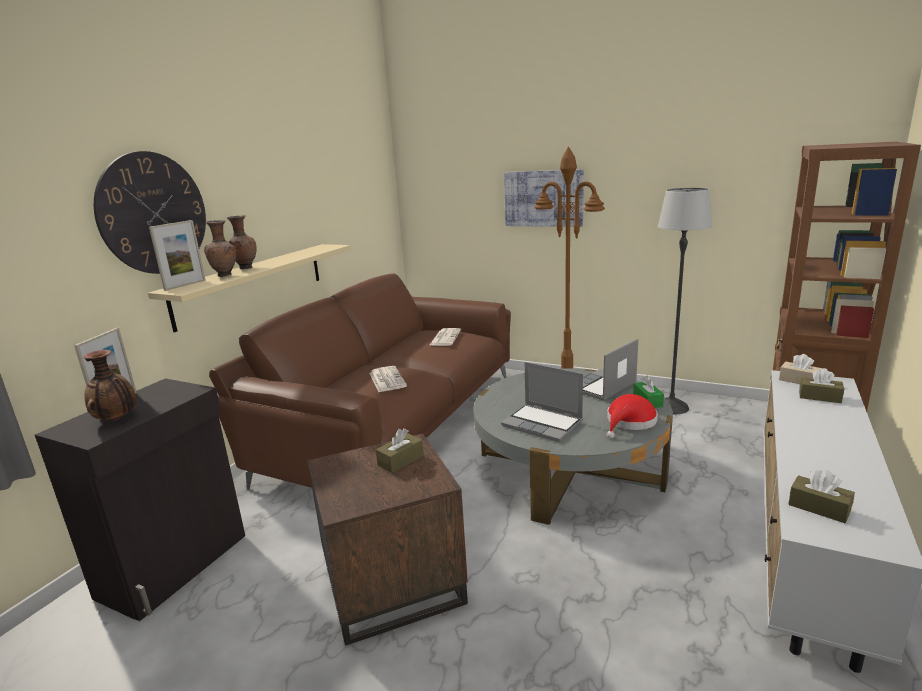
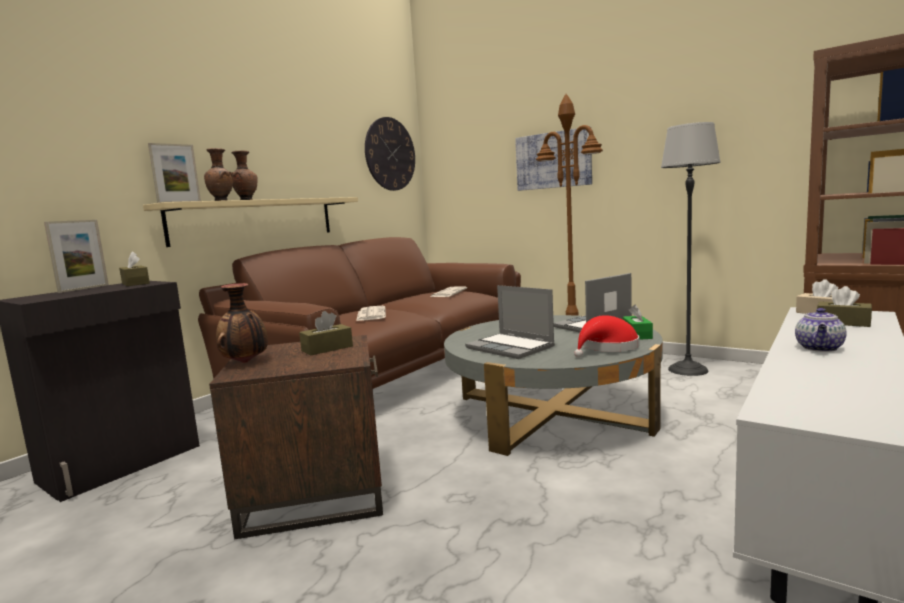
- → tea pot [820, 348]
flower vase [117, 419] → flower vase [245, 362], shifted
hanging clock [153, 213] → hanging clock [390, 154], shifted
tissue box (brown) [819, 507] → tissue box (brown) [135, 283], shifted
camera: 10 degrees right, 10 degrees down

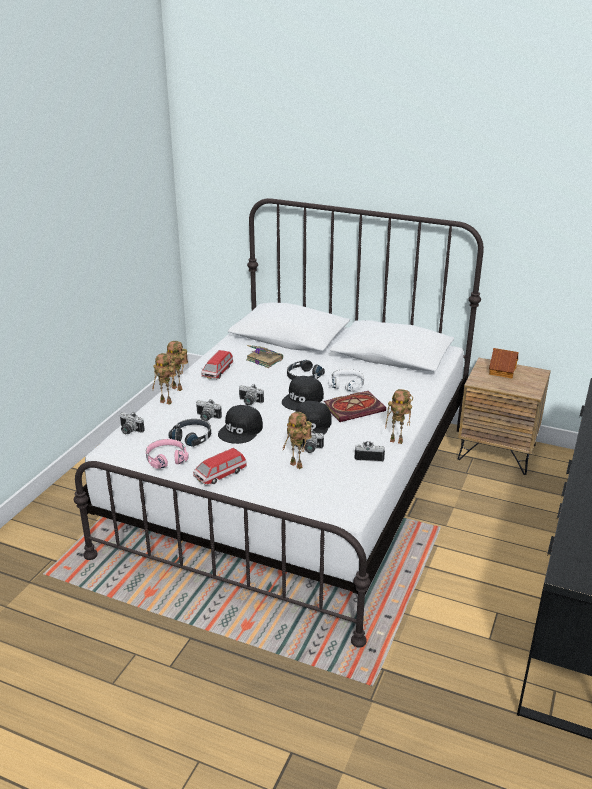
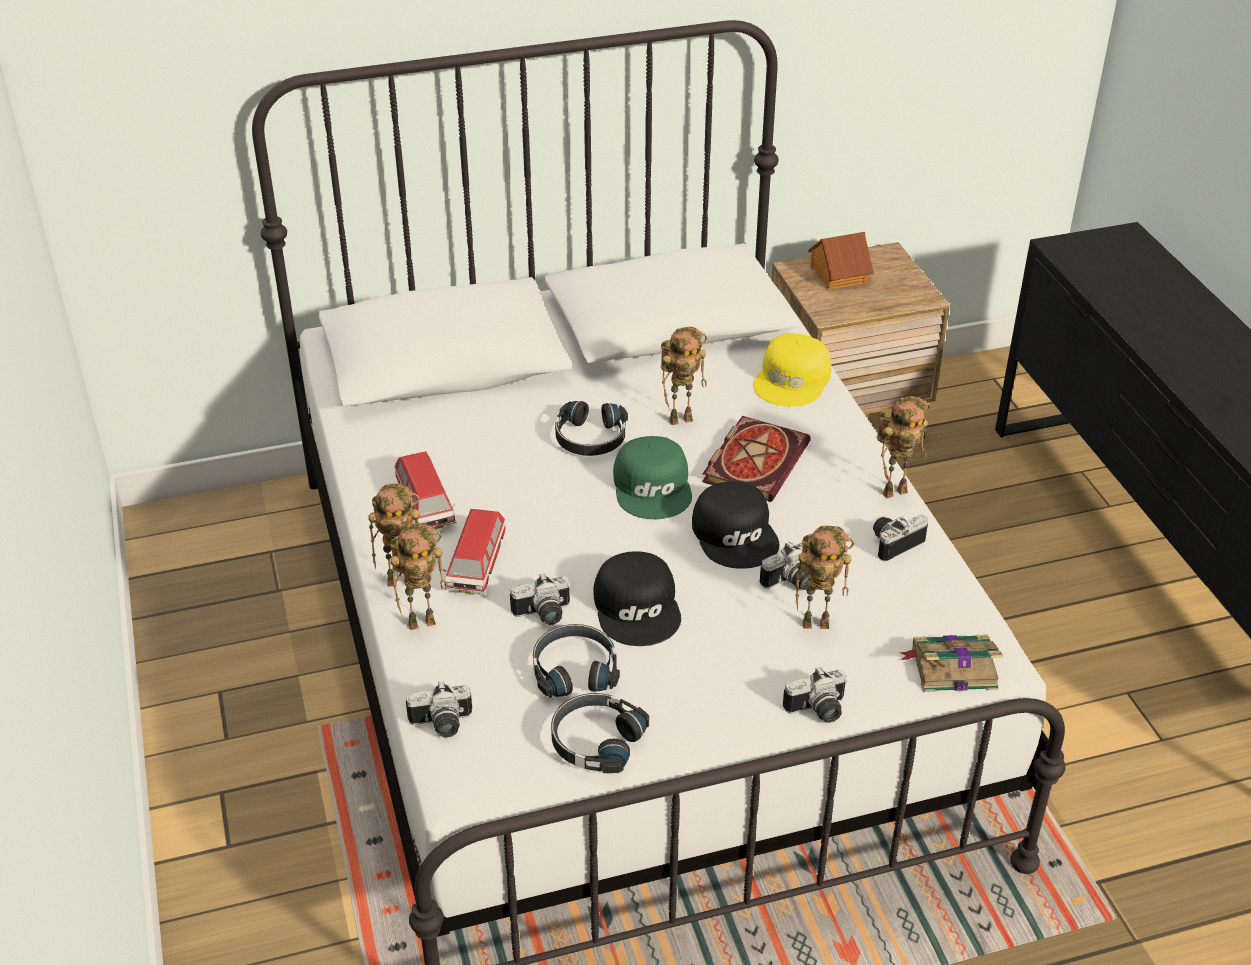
- → baseball cap (yellow-coloured) [793, 380]
model car [220, 474] → model car [476, 565], shifted
photo camera [249, 402] → photo camera [818, 711], shifted
bound book [264, 359] → bound book [951, 667], shifted
headset (white) [347, 384] → robot figure [681, 419]
headset (pink-coloured) [166, 458] → headset (black) [595, 741]
baseball cap (black) [303, 399] → baseball cap (green-coloured) [653, 487]
camera: 40 degrees left, 10 degrees up

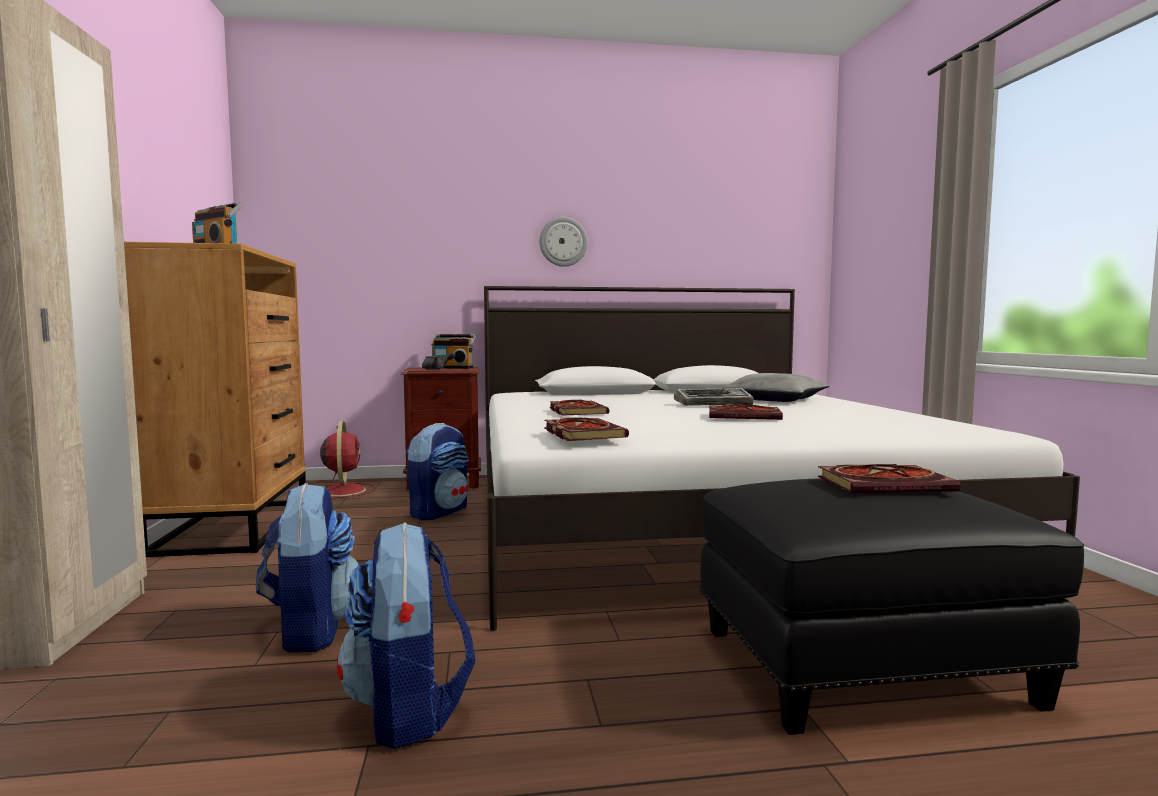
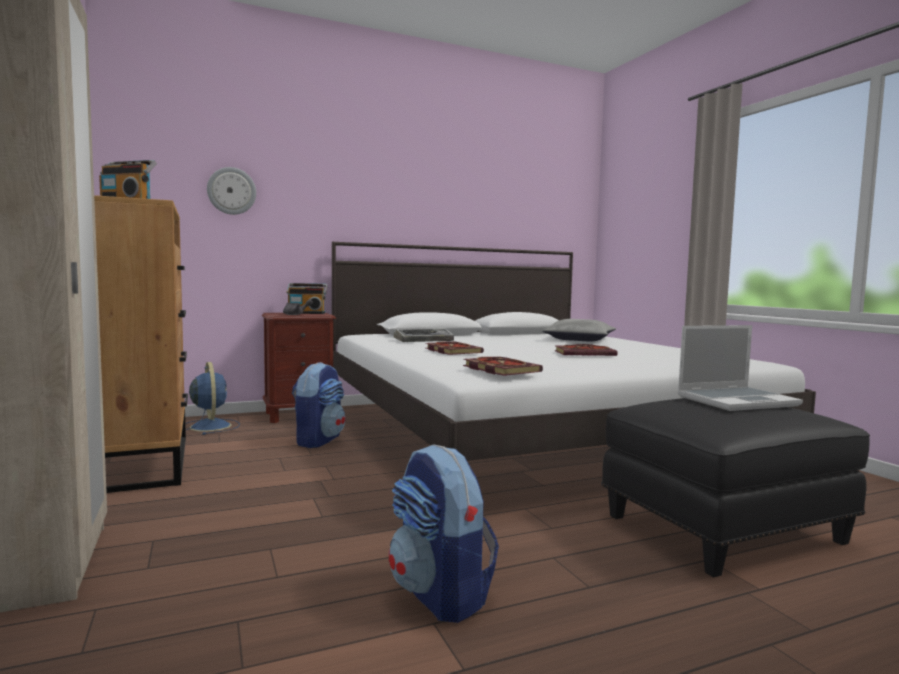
knapsack [311, 630] → -
hanging clock [563, 242] → hanging clock [231, 191], shifted
PC keyboard [713, 404] → PC keyboard [424, 340], shifted
bound book [886, 484] → notebook computer [737, 401]
cooling fan (reddish) [344, 491] → cooling fan (bluish) [210, 426]
camera: 15 degrees left, 0 degrees up

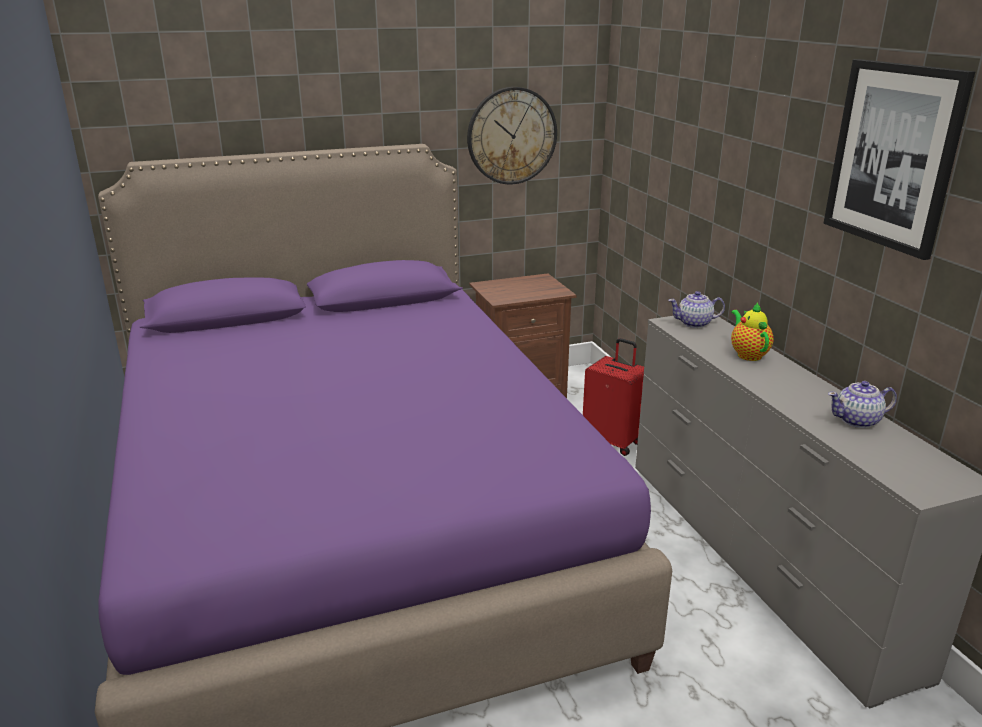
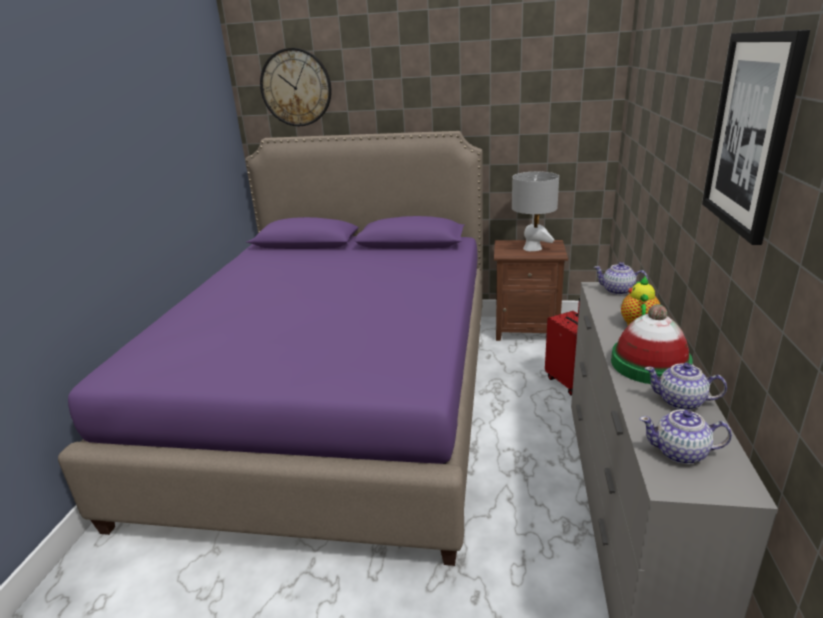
- → table lamp (greyish) [532, 248]
- → hat [649, 364]
- → tea pot [681, 453]
hanging clock [511, 136] → hanging clock [296, 87], shifted
camera: 30 degrees right, 0 degrees up

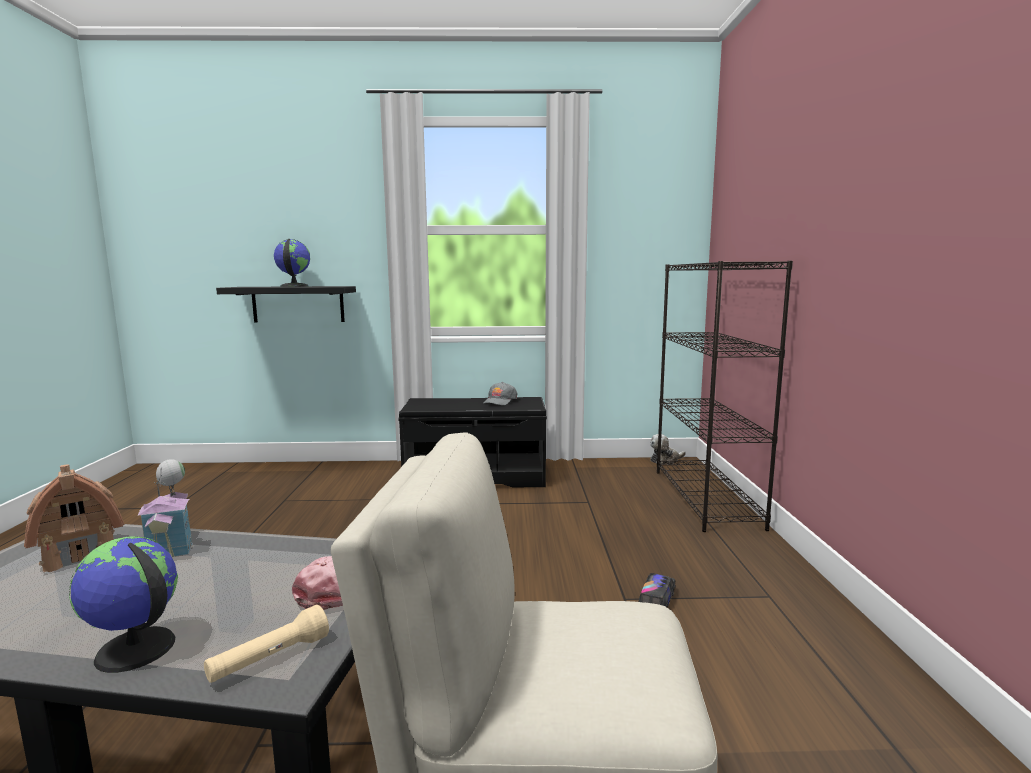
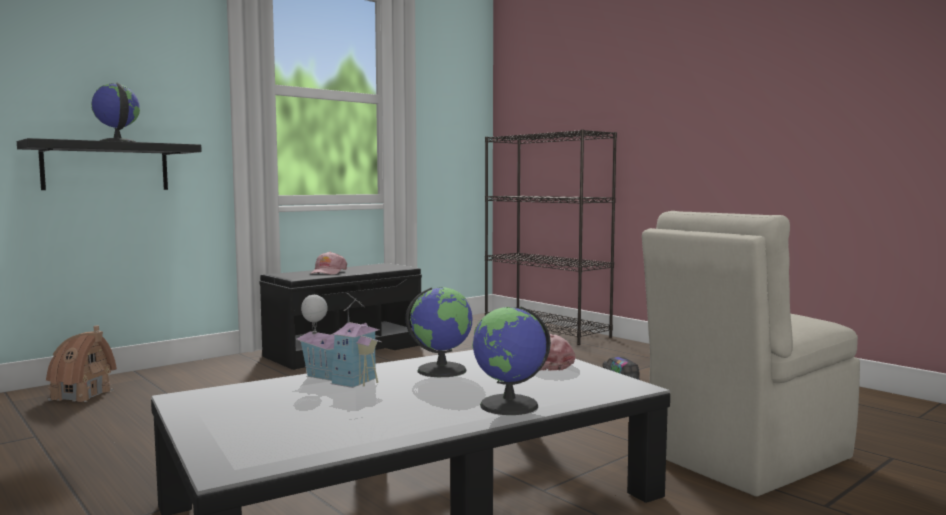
hand torch (beige-coloured) [269, 659] → -
baseball cap (greyish) [499, 401] → -
plush toy [665, 460] → -
- → baseball cap (pink-coloured) [328, 272]
- → desk globe [441, 370]
miniature house [80, 554] → miniature house [81, 395], shifted
camera: 40 degrees left, 5 degrees down

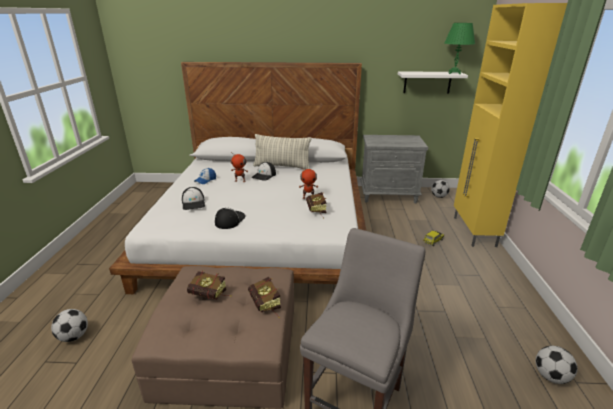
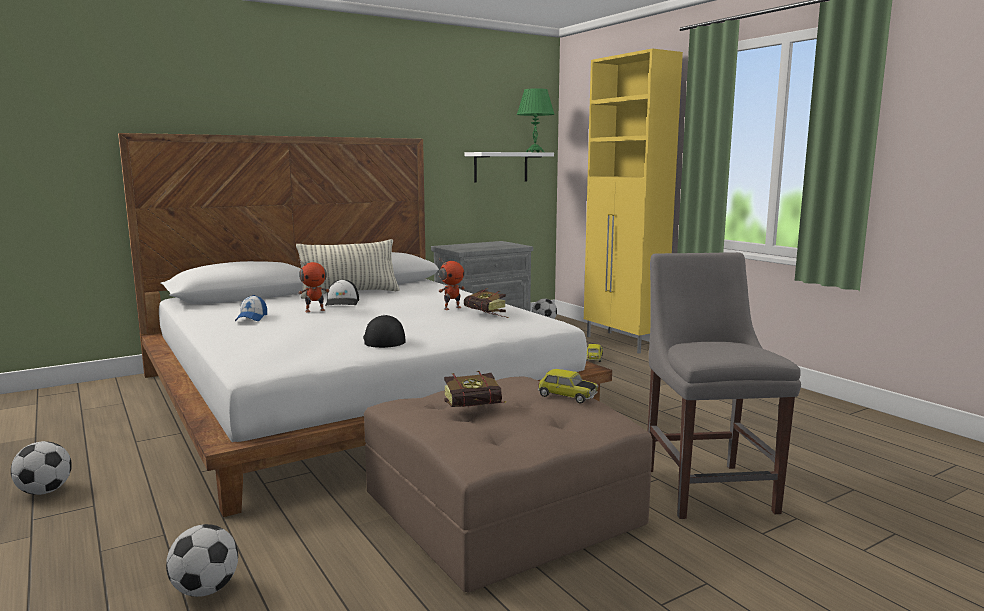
baseball cap [194, 203] → -
football [551, 376] → football [45, 491], shifted
bound book [266, 306] → model car [566, 396]
camera: 35 degrees left, 15 degrees down

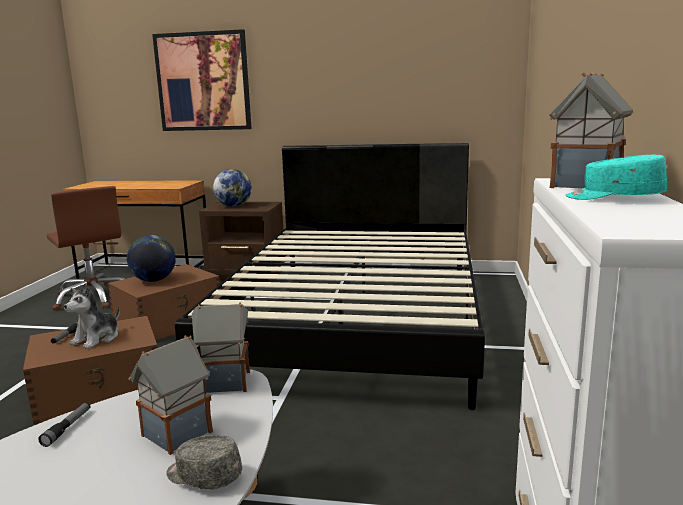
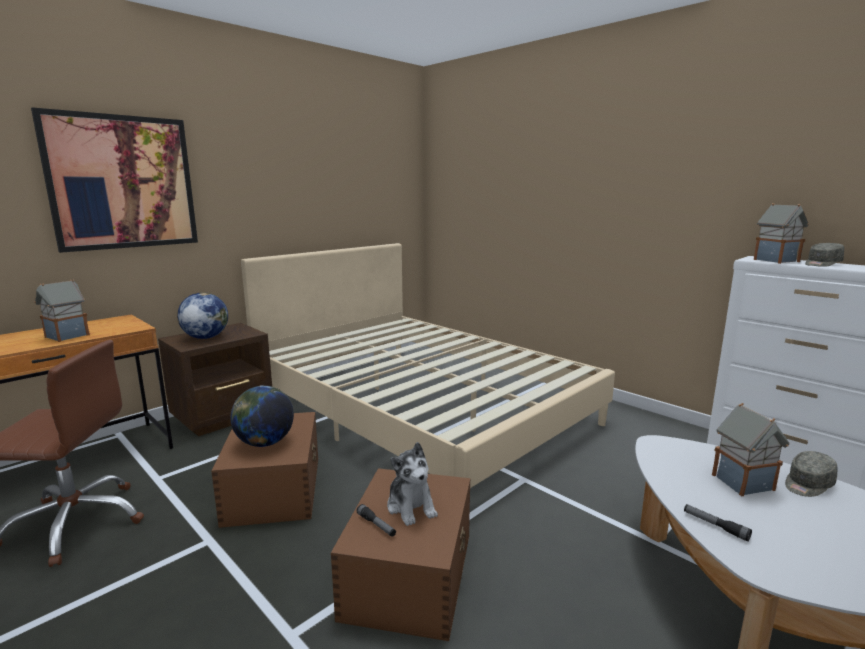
miniature house [225, 383] → miniature house [66, 336], shifted
bed (black) [357, 318] → bed (beige-coloured) [420, 408]
baseball cap (blue-green) [613, 198] → baseball cap (greyish) [822, 264]
camera: 55 degrees left, 0 degrees up

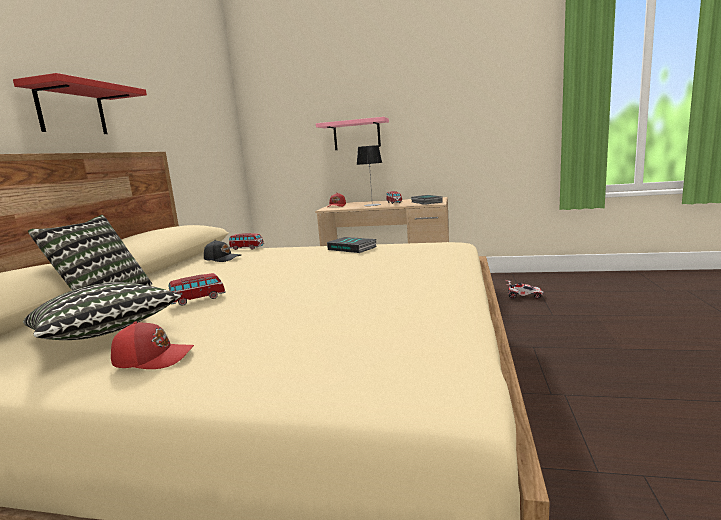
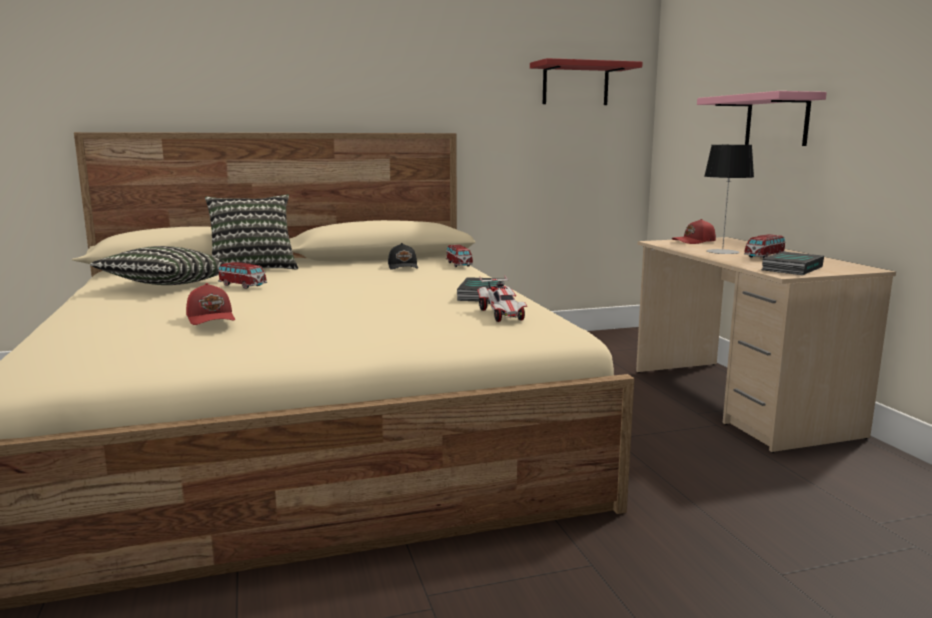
bracket shelf (reddish) [71, 110] → bracket shelf (reddish) [575, 84], shifted
baseball cap (reddish) [154, 358] → baseball cap (reddish) [212, 318], shifted
model car [523, 296] → model car [502, 314], shifted
camera: 60 degrees right, 0 degrees up

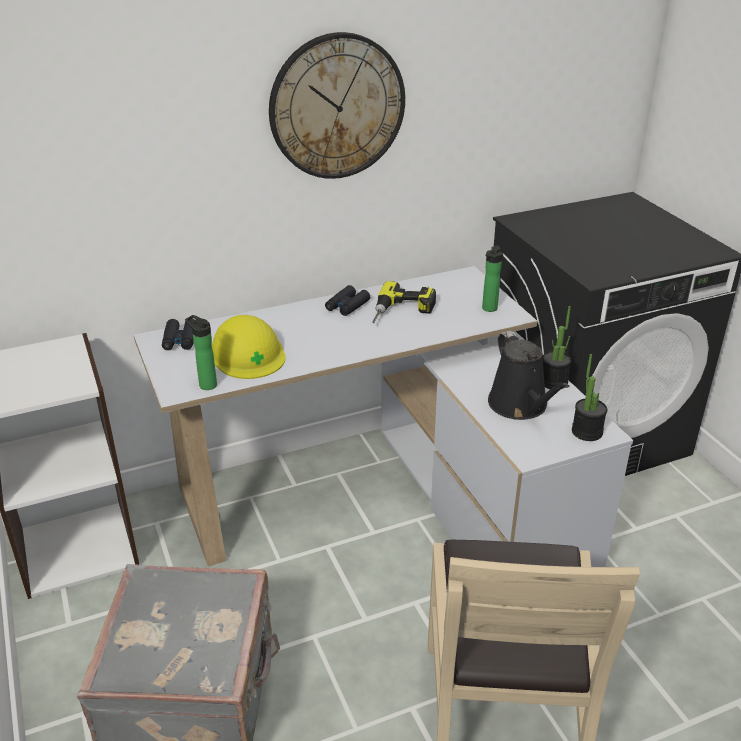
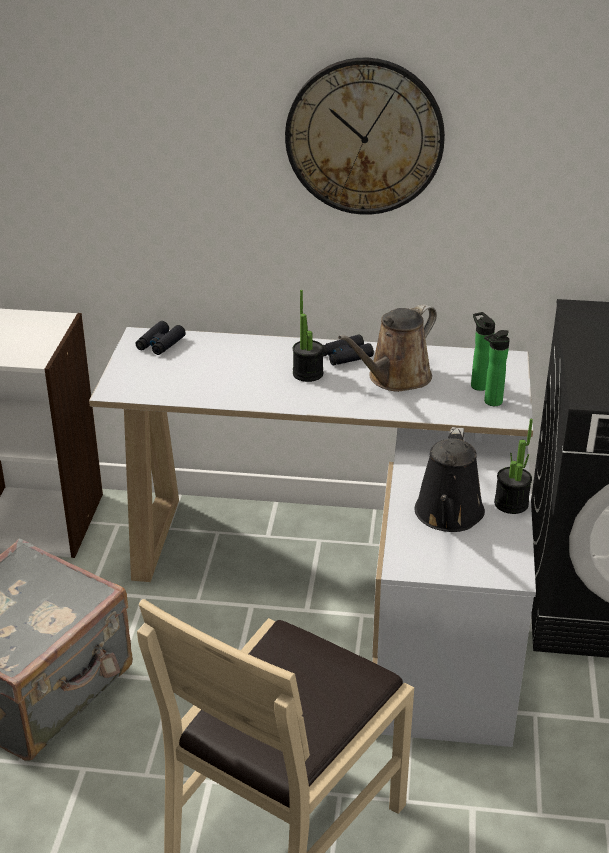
safety helmet (yellow-coloured) [247, 354] → -
bottle [206, 384] → bottle [478, 384], shifted
houseplant [587, 432] → houseplant [308, 374], shifted
power drill [402, 312] → watering pot (brown) [395, 378]
camera: 30 degrees right, 0 degrees up

